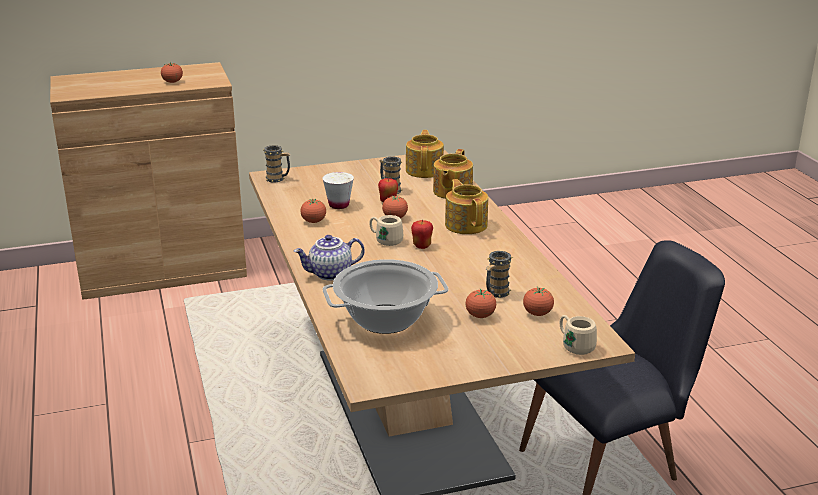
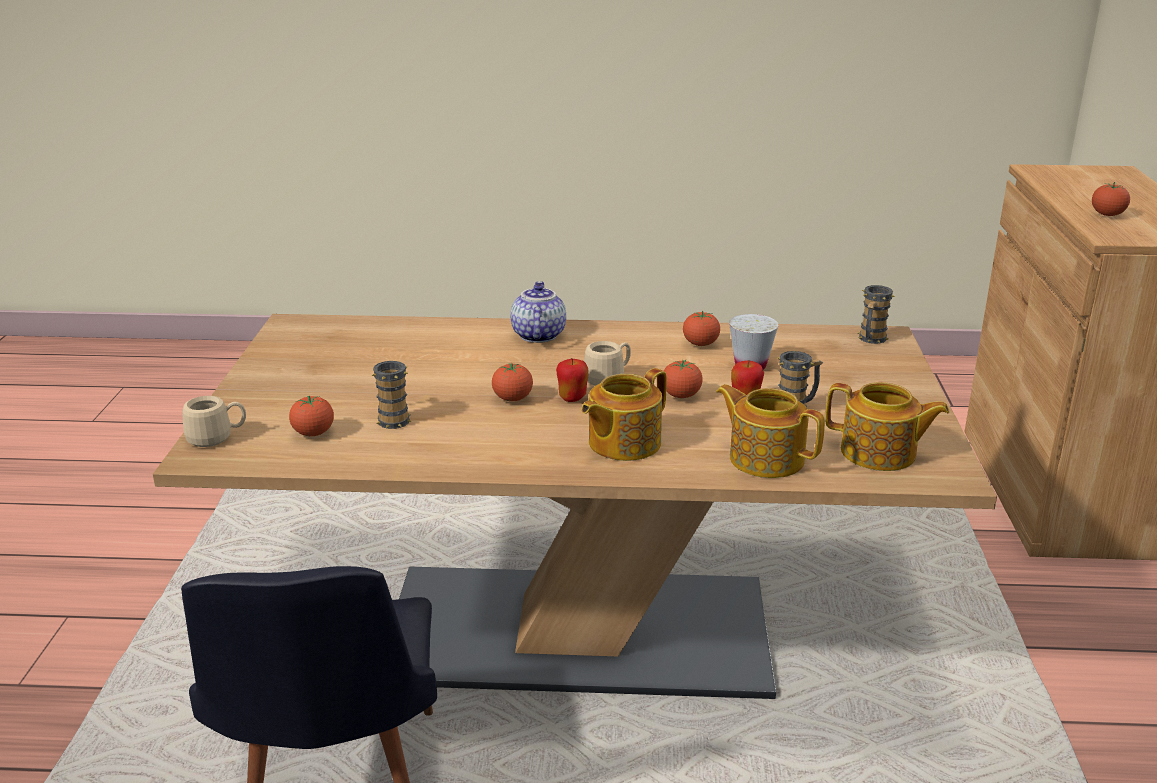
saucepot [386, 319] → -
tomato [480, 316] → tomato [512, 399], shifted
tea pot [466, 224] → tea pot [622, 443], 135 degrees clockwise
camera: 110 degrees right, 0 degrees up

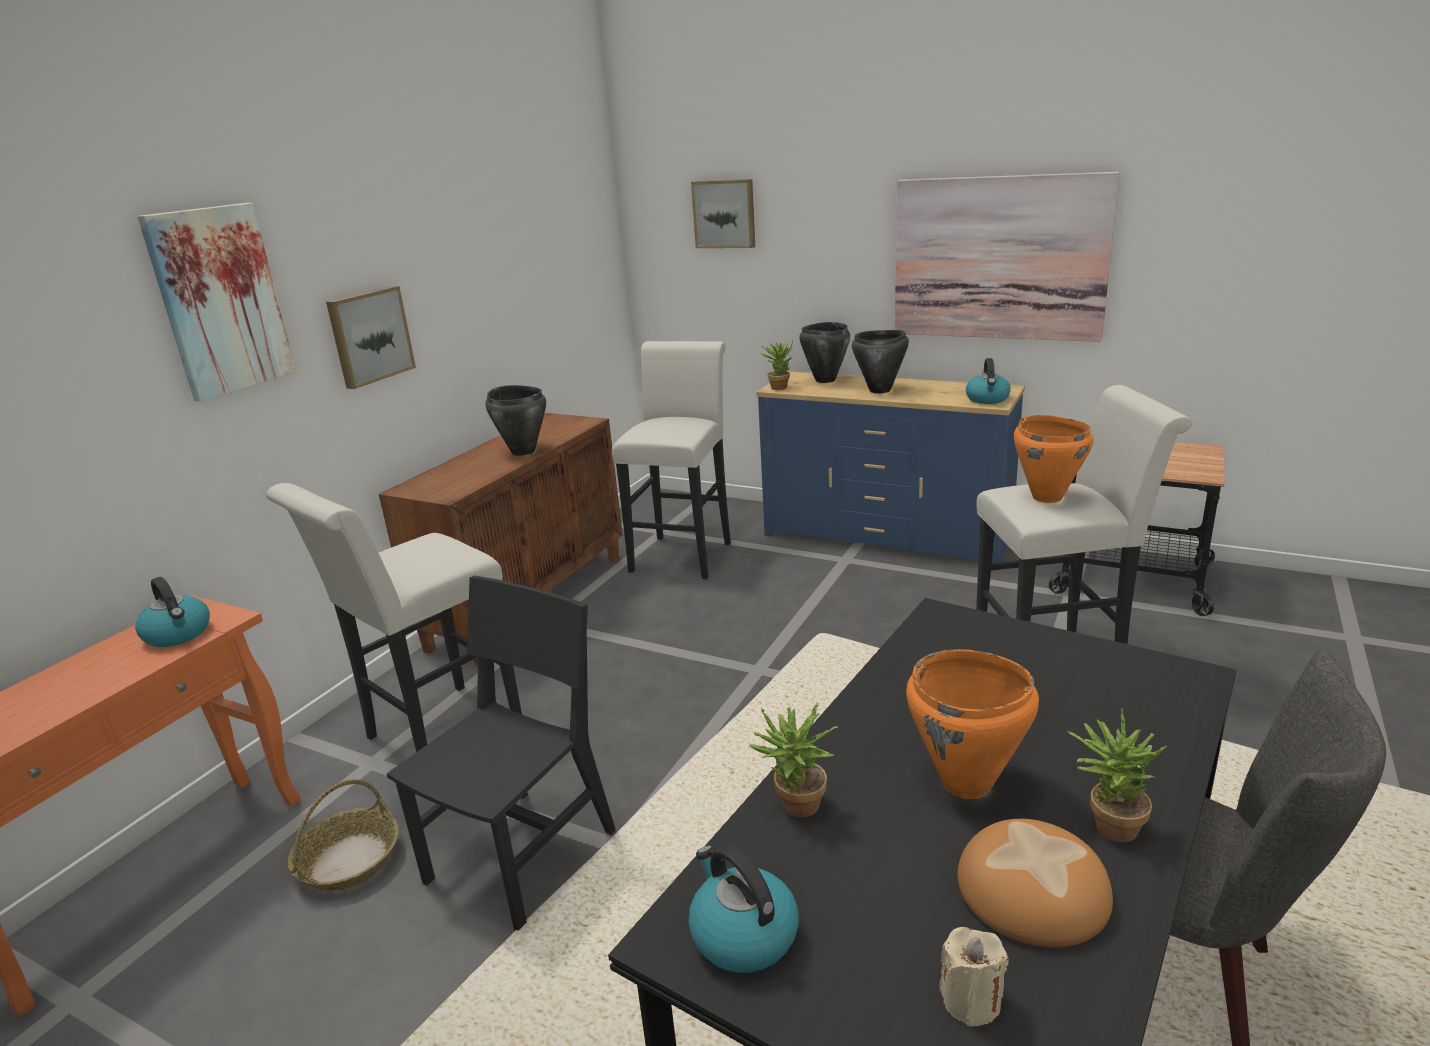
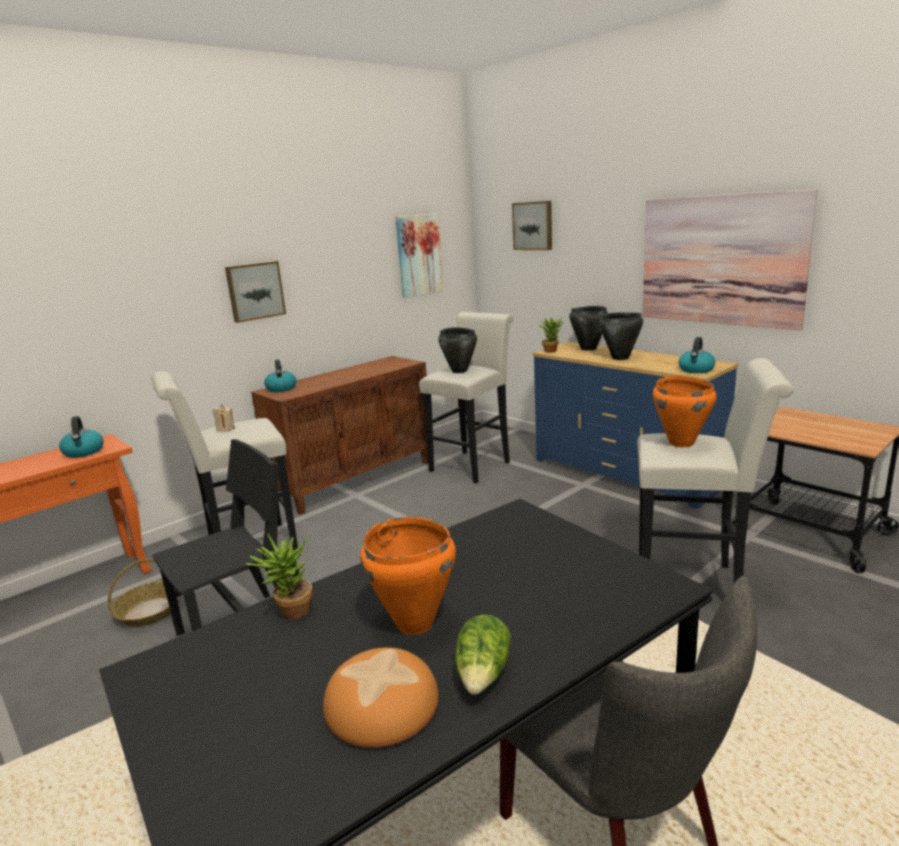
wall picture [220, 300] → wall picture [418, 255], shifted
saucepot (black) [523, 451] → saucepot (black) [459, 371], shifted
water kettle [742, 934] → water kettle [281, 388], shifted
candle (beige-coloured) [971, 1000] → candle (beige-coloured) [225, 429], shifted
houseplant [1107, 825] → lettuce head [483, 675]
camera: 20 degrees right, 5 degrees down

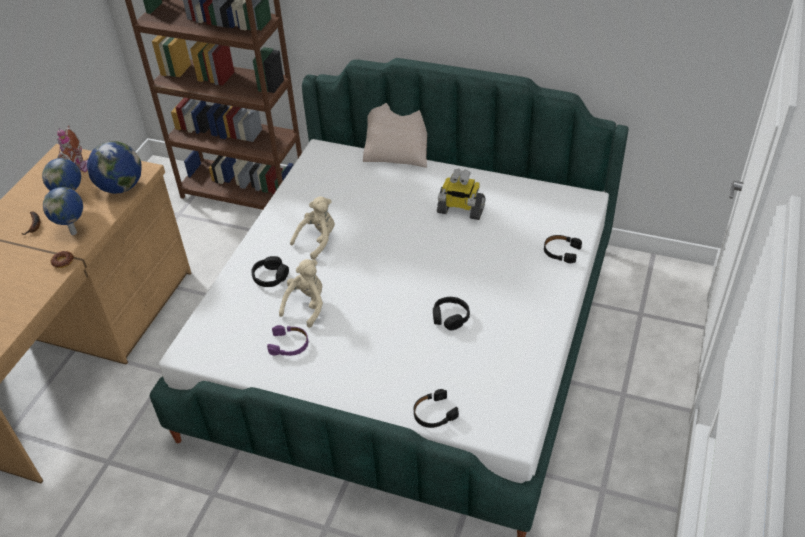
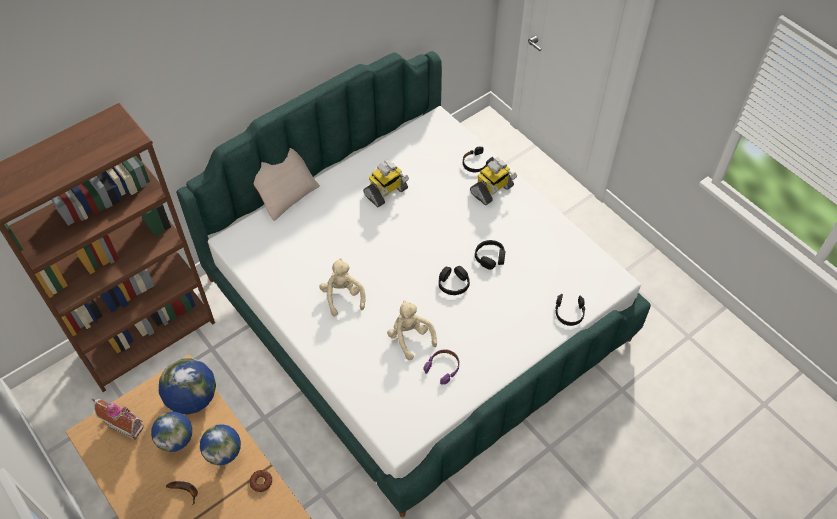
- → robot figure [492, 190]
headset (black) [270, 276] → headset (black) [453, 283], shifted
camera: 60 degrees left, 10 degrees up

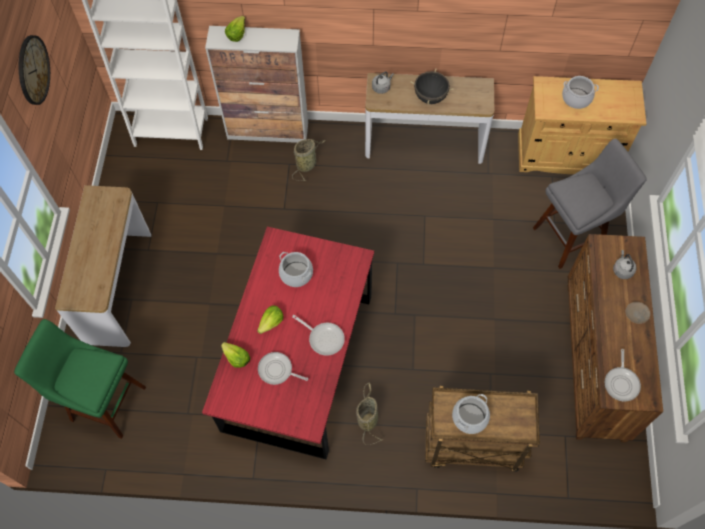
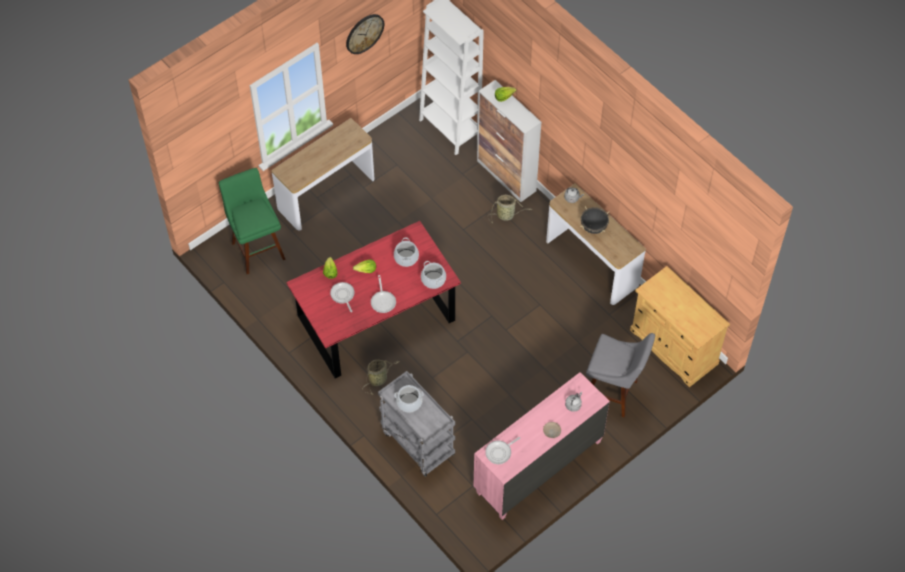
saucepot [576, 98] → saucepot [433, 279], shifted
cart (brown) [471, 446] → cart (greyish) [416, 443]
drawer chest (brown) [594, 361] → drawer chest (pink-coloured) [538, 467]
camera: 45 degrees right, 5 degrees down

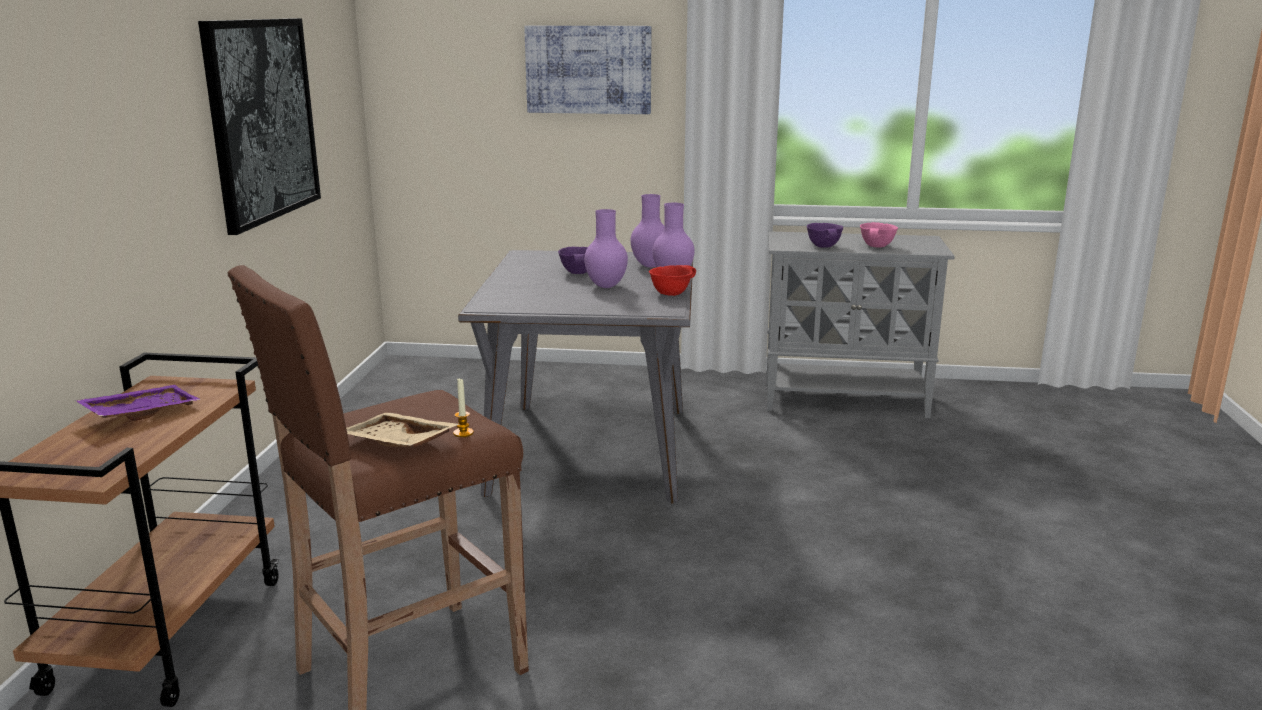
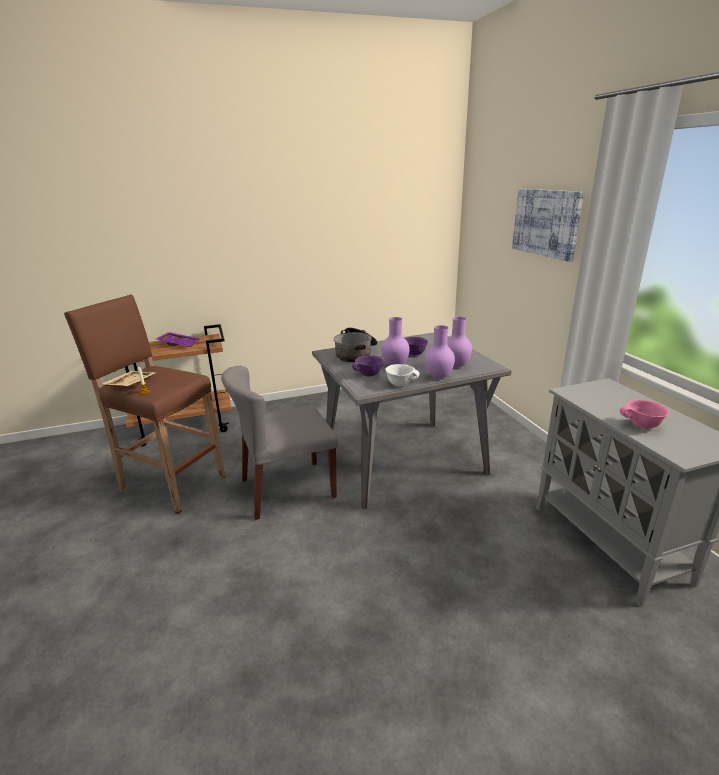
wall picture [262, 120] → -
- → plain chair (greyish) [287, 489]
- → saucepot [356, 354]
deep dish (purplish) [824, 246] → deep dish (purplish) [368, 375], shifted
deep dish (reddish) [671, 294] → deep dish (white) [400, 384]
camera: 65 degrees right, 5 degrees up

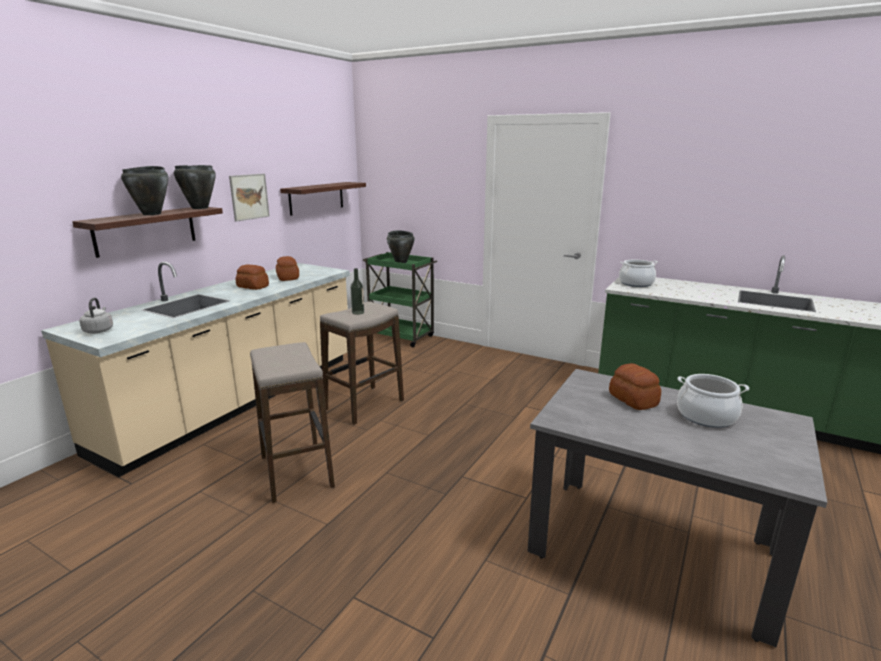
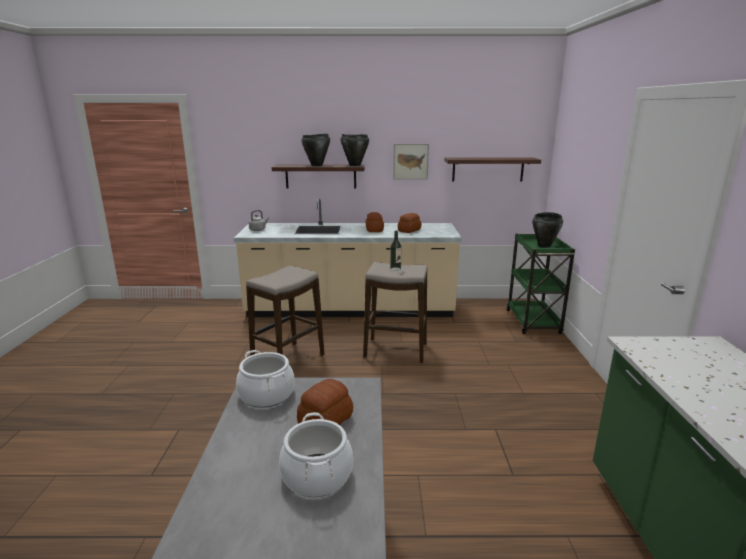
saucepot [636, 283] → saucepot [267, 394], shifted
camera: 60 degrees right, 0 degrees up

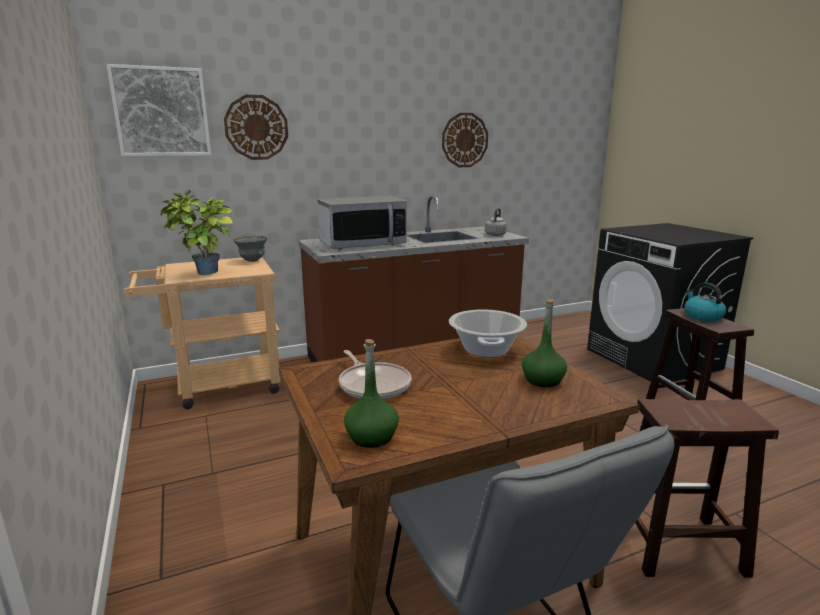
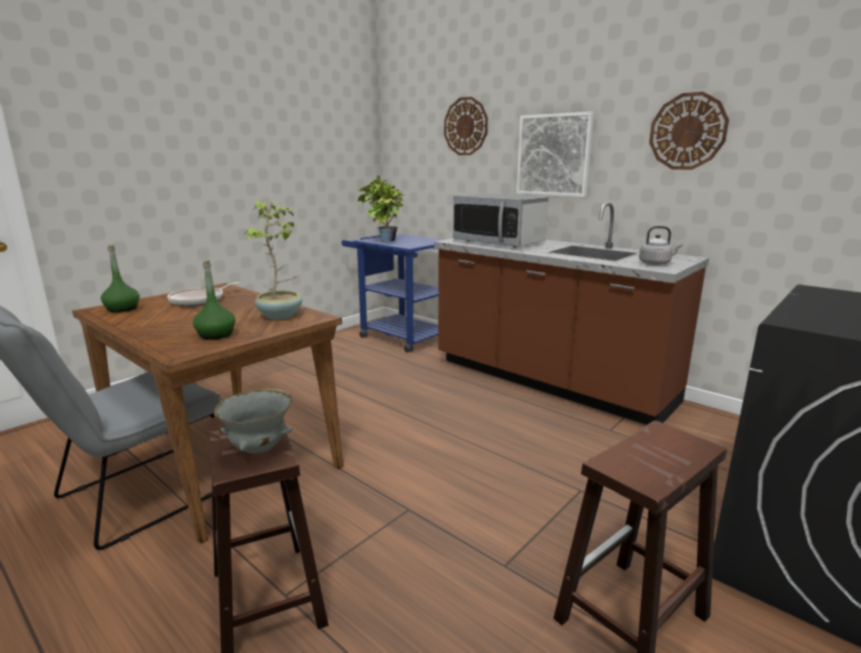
water kettle [702, 316] → -
wall picture [161, 112] → wall picture [554, 155], shifted
deep dish (greyish) [252, 261] → deep dish (greyish) [260, 449], shifted
saucepot [486, 349] → houseplant [281, 315]
cart (beige-coloured) [218, 387] → cart (bluish) [399, 335]
camera: 65 degrees right, 0 degrees up

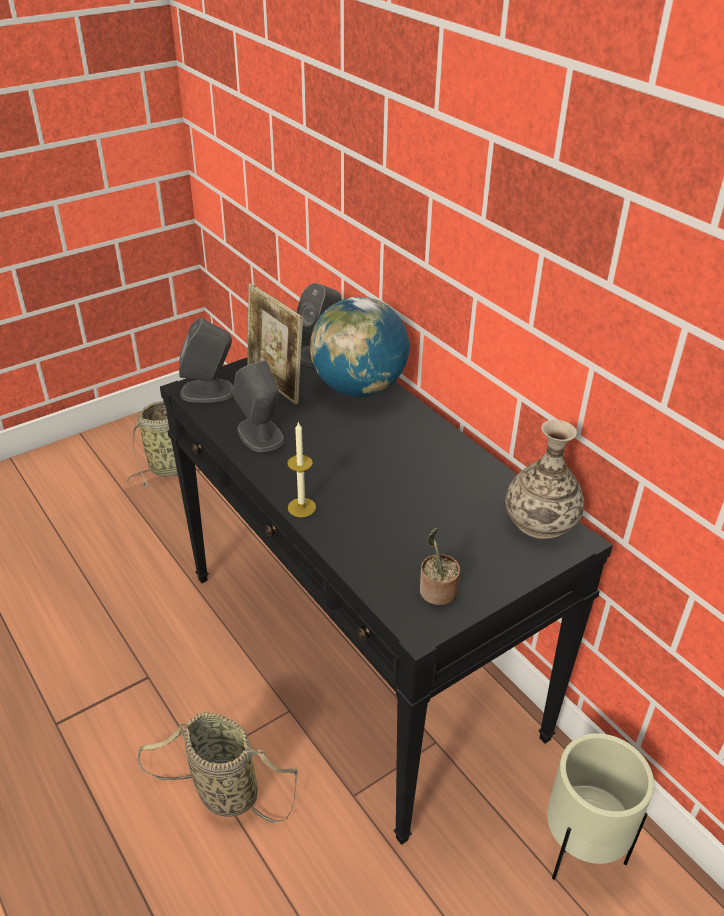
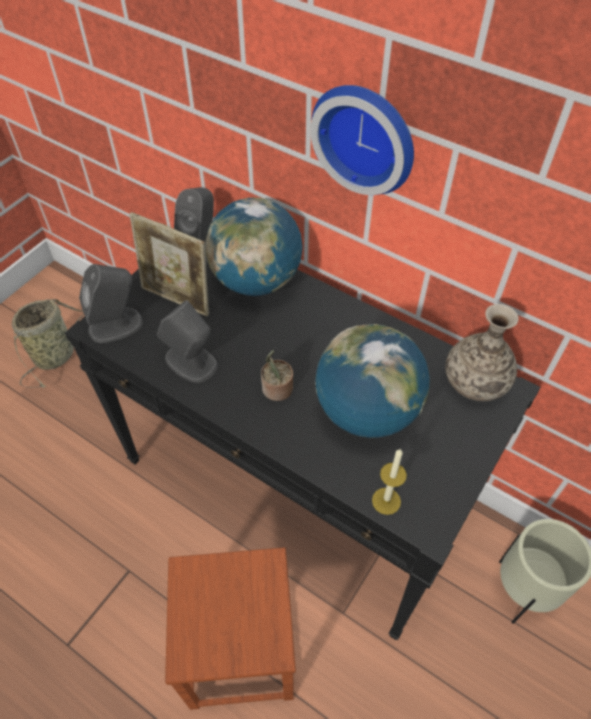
- → hanging clock [366, 137]
- → desk globe [367, 411]
candle [301, 507] → candle [386, 501], shifted
houseplant [437, 593] → houseplant [277, 390], shifted
household basket [222, 792] → stool (brown) [239, 651]
camera: 20 degrees left, 15 degrees up

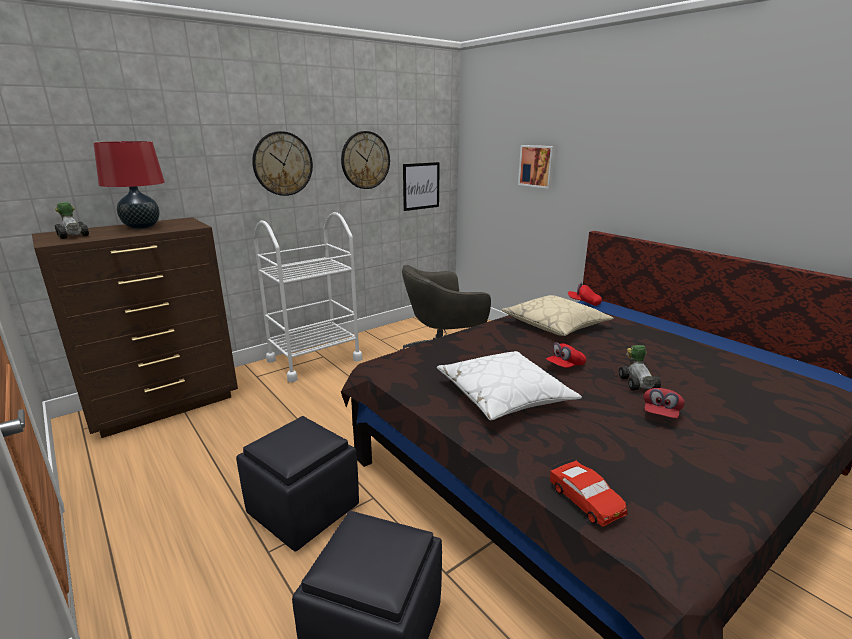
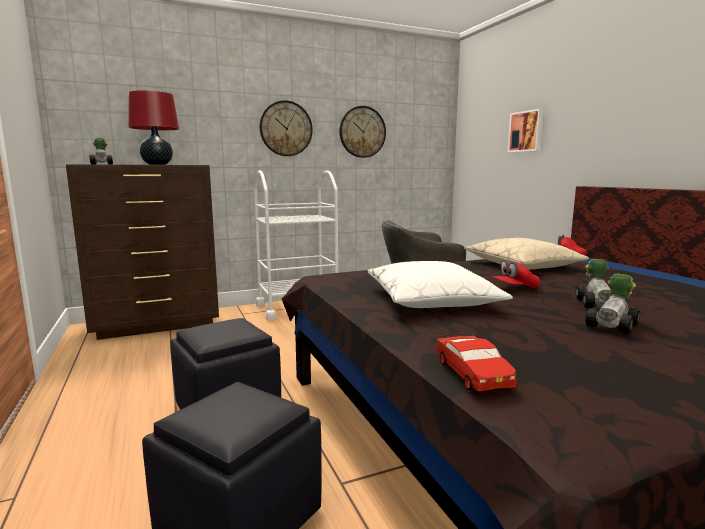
wall picture [421, 186] → -
baseball cap (reddish) [660, 414] → model car [614, 325]
camera: 15 degrees right, 10 degrees down

